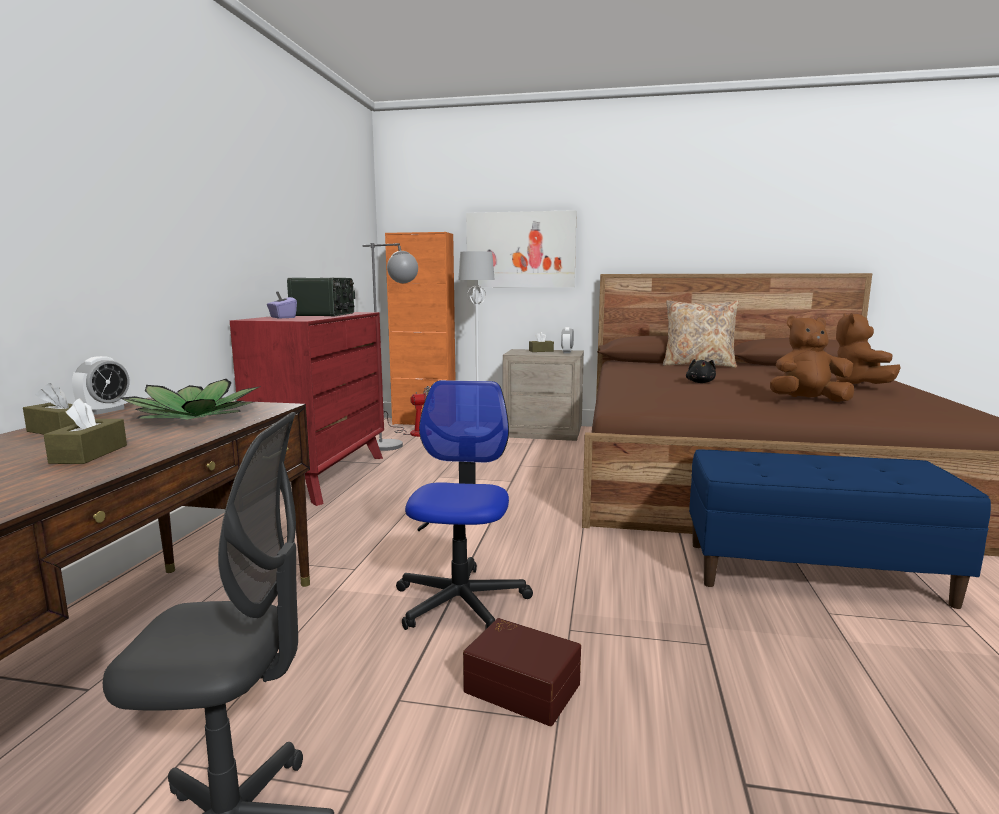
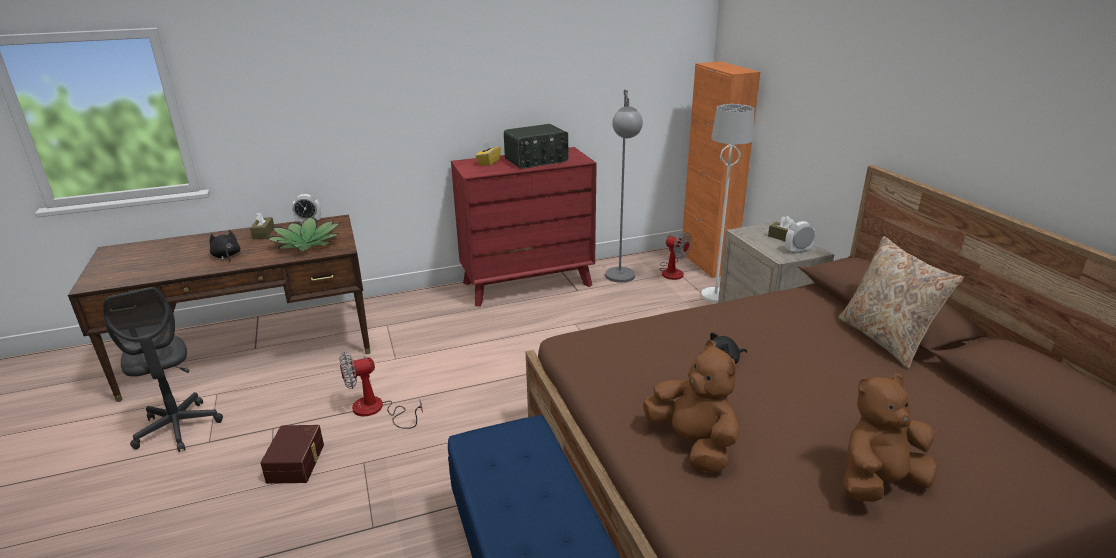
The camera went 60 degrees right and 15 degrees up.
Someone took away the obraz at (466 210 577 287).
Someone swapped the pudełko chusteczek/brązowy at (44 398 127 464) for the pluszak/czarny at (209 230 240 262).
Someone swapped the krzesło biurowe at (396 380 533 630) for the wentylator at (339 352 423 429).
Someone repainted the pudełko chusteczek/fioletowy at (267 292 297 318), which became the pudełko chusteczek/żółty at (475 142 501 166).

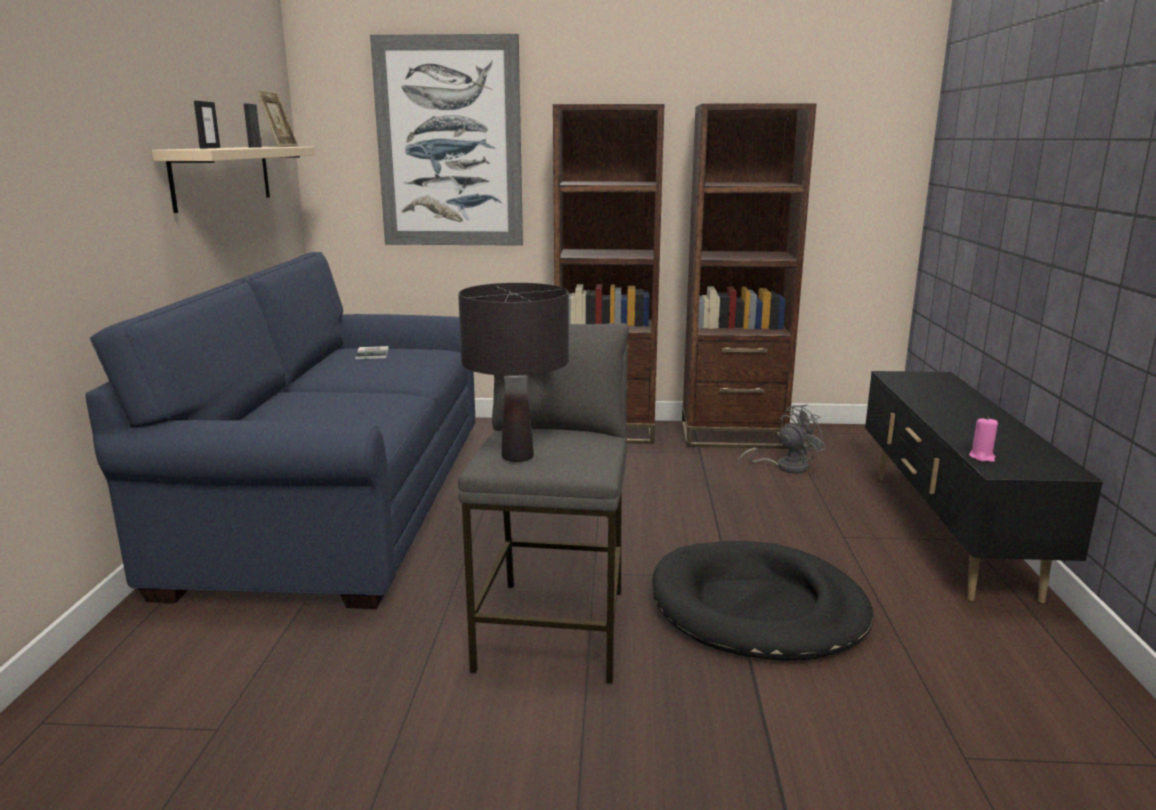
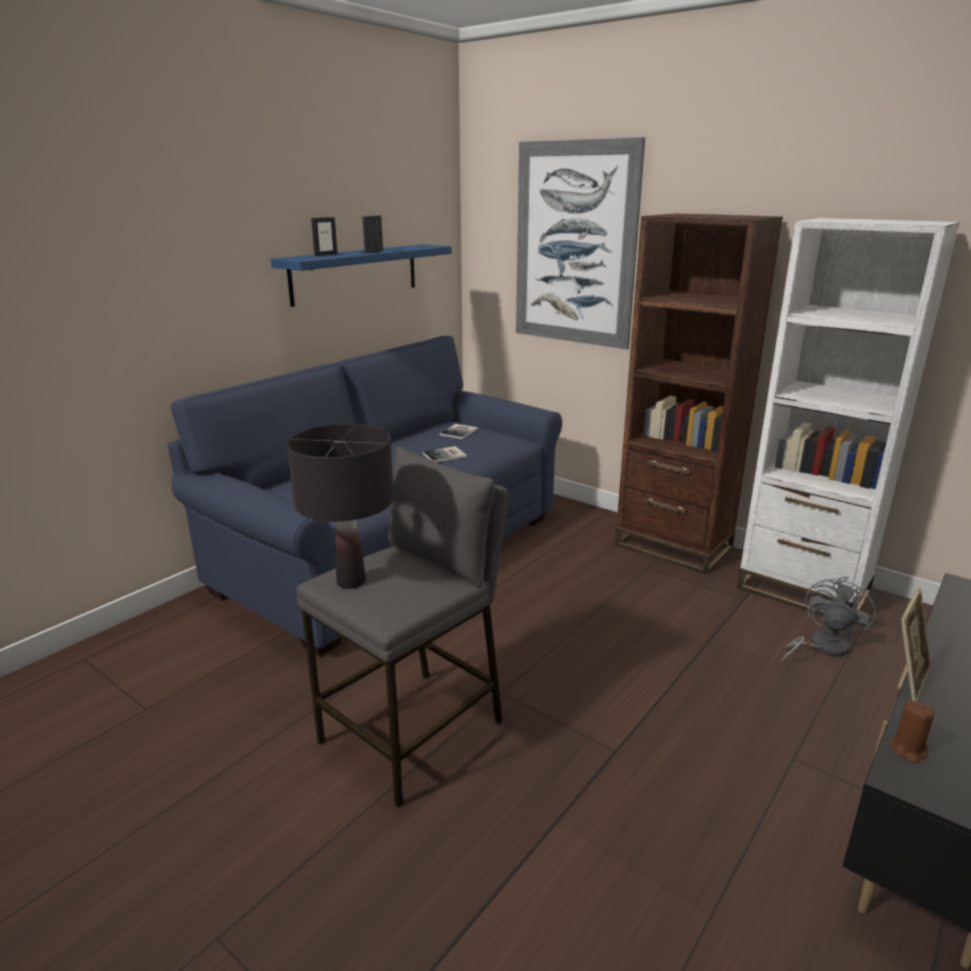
The camera went 35 degrees right and 5 degrees up.
Someone took away the legowisko/czarny at (652 541 873 661).
Someone put down the książka at (423 446 467 462).
Someone carried the ramka na zdjęcie from (256 90 298 147) to (901 588 931 701).
Someone repainted the półka/beżowy at (152 147 315 213), which became the półka/niebieski at (271 244 452 307).
Someone repainted the regał/brązowy at (682 103 817 449), which became the regał/biały at (737 218 960 616).
Someone repainted the świeca/różowy at (969 417 998 462), which became the świeca/brązowy at (890 701 934 763).
Someone rotated the wentylator/szary at (737 405 826 474) by 60 degrees counterclockwise.

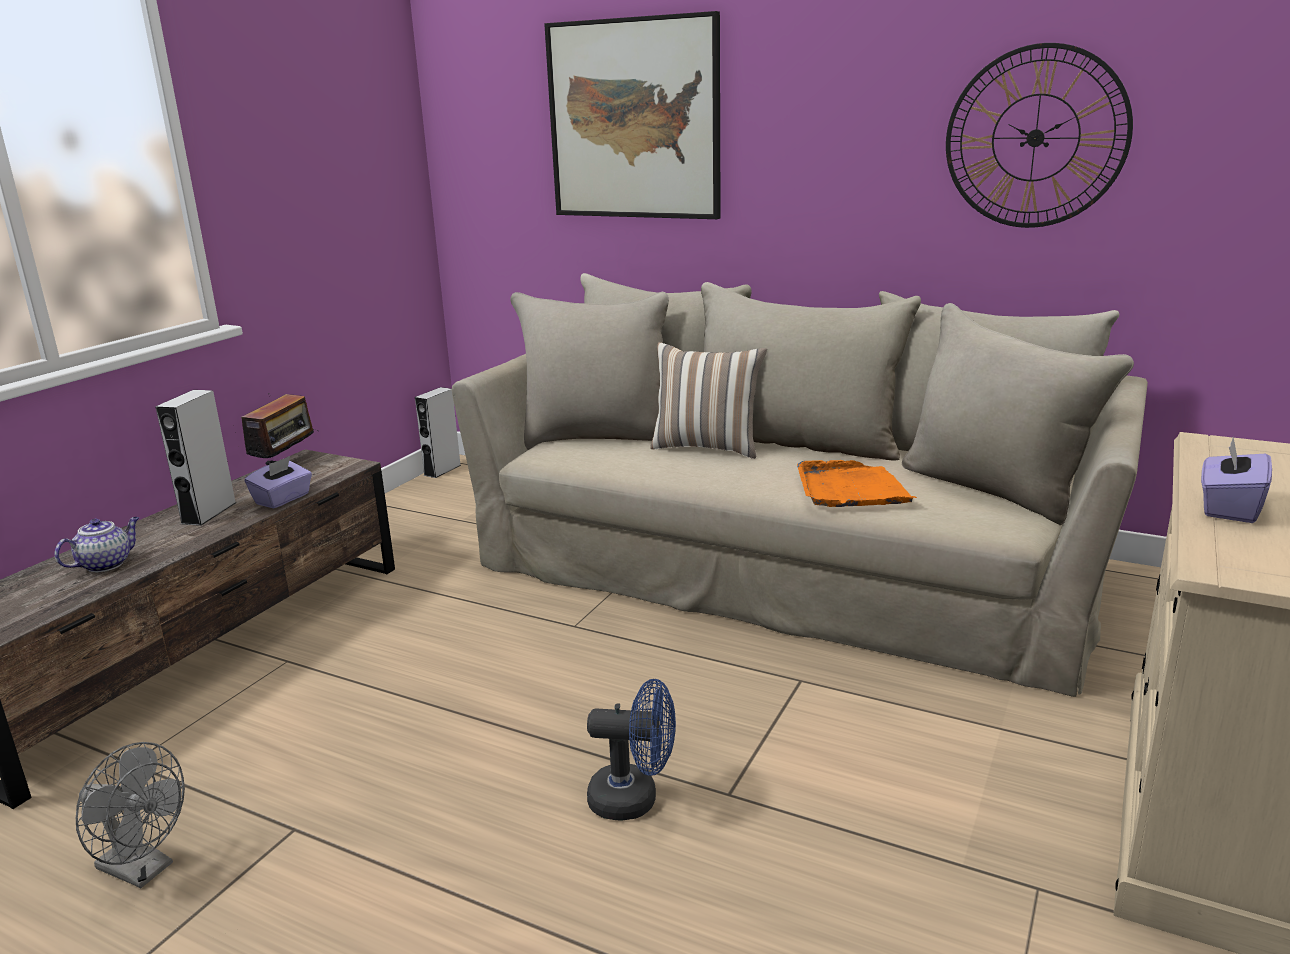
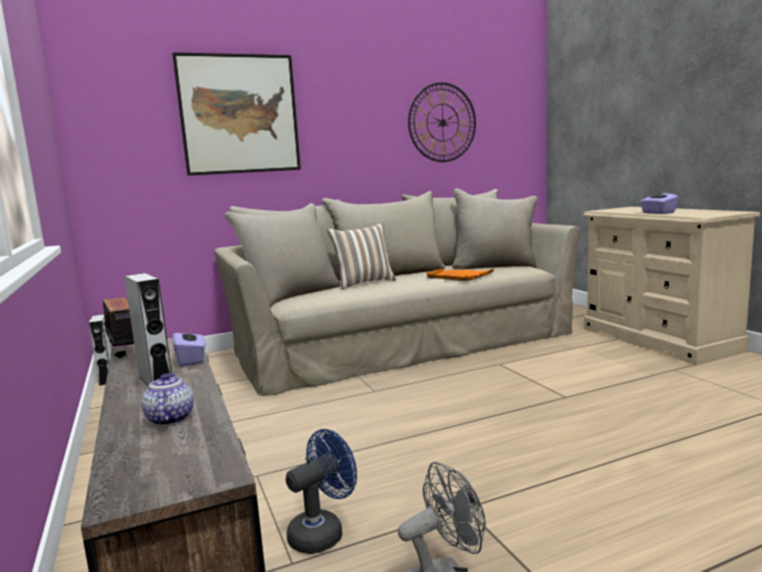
The camera went 50 degrees left and 10 degrees down.
Someone carried the wentylator/niebieski from (587 679 676 820) to (286 429 357 554).

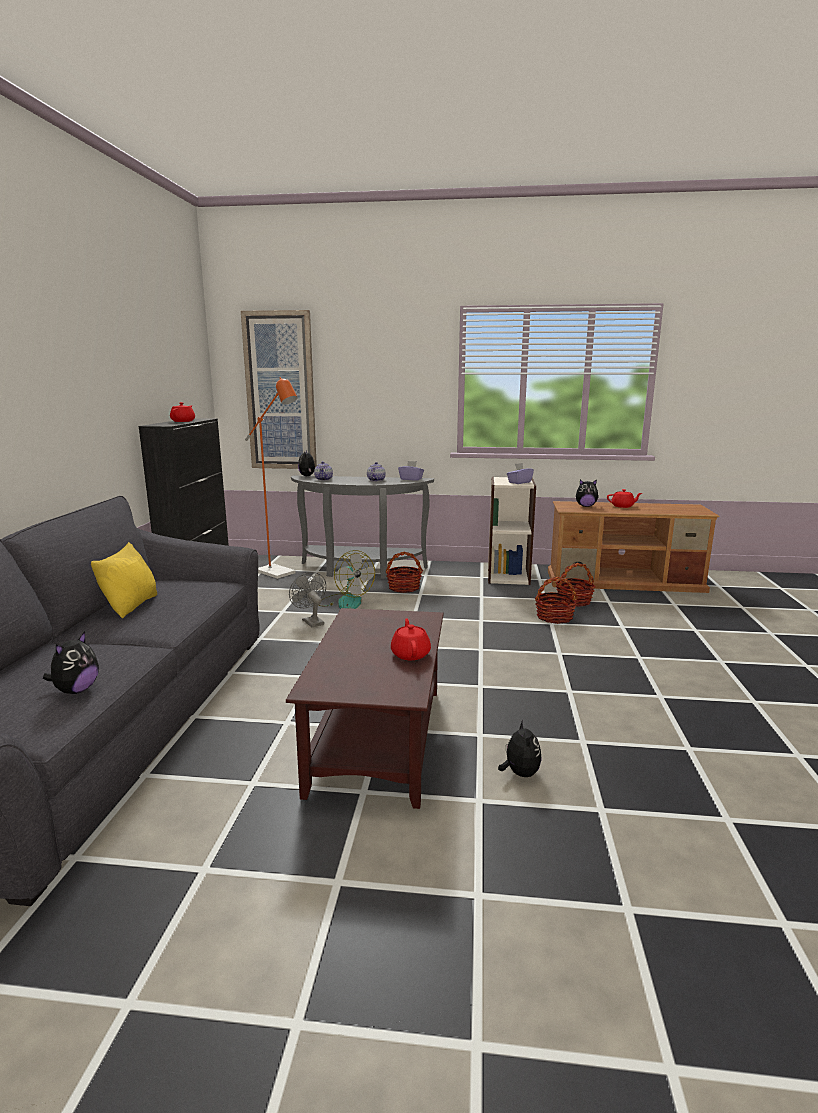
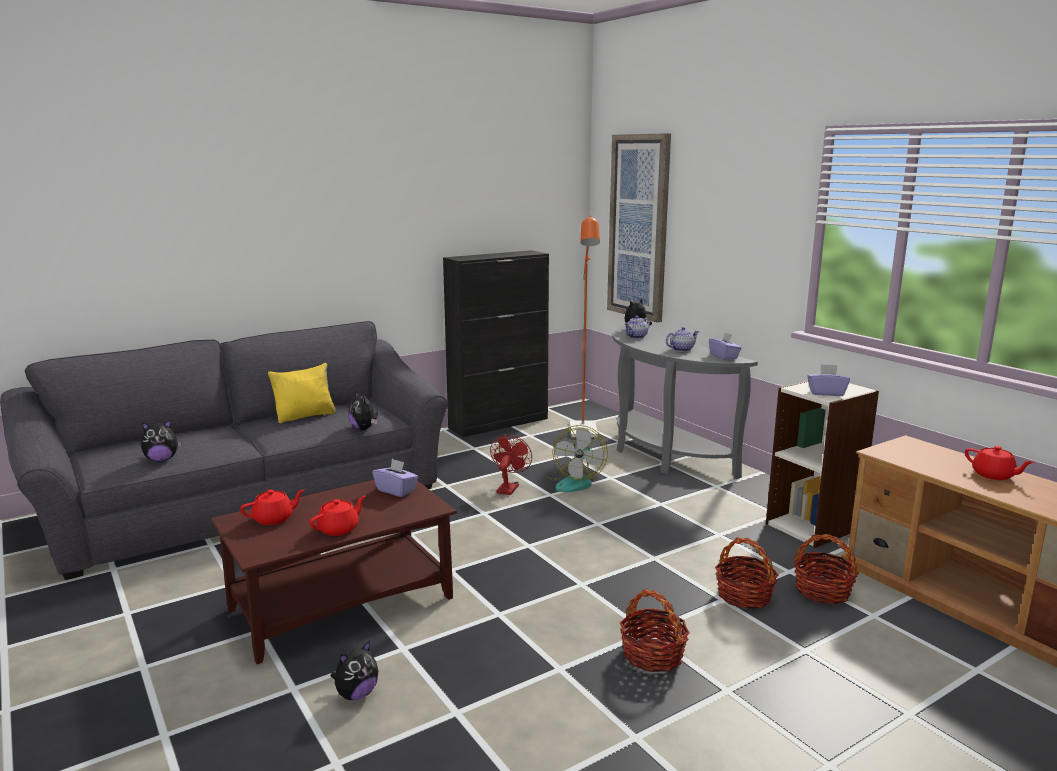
The camera went 50 degrees right and 0 degrees up.
Someone put down the pudełko chusteczek/fioletowy at (372 459 418 497).
Someone carried the imbryk/czerwony from (170 402 195 422) to (240 489 305 525).
Someone carried the koszyk from (386 552 423 593) to (620 589 690 672).
Someone carried the pluszak from (576 479 599 507) to (348 391 378 430).
Someone repainted the wentylator/szary at (289 572 326 627), which became the wentylator/czerwony at (490 434 532 495).

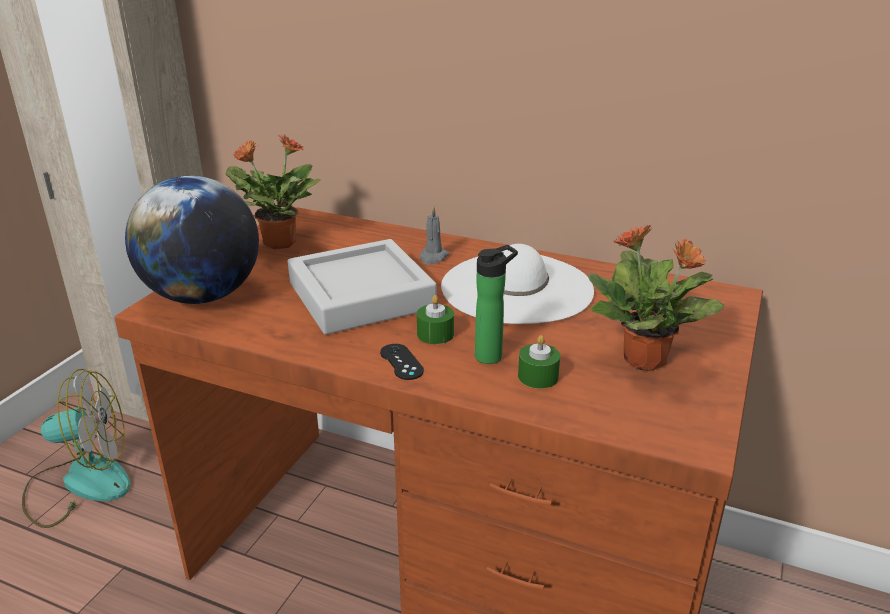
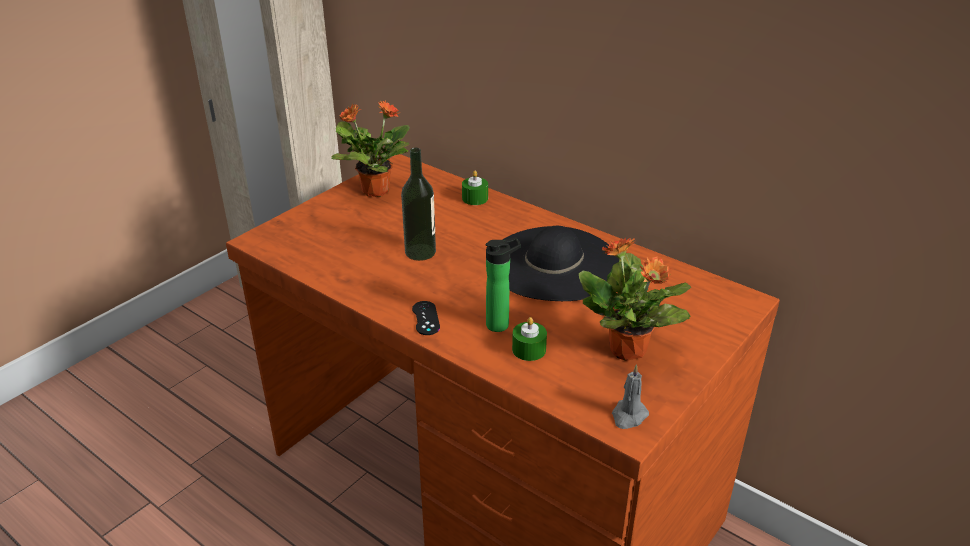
The camera went 15 degrees right and 5 degrees up.
Someone took away the wentylator at (22 369 131 528).
Someone took away the globus at (125 176 259 304).
Someone carried the świeca/zielony from (417 295 454 344) to (462 171 488 205).
Someone carried the świeca/szary from (419 205 449 265) to (612 364 649 429).
Someone swapped the taca/szary at (288 239 437 335) for the butelka at (401 148 436 261).
Someone repainted the kapelusz/biały at (441 244 594 324), which became the kapelusz/czarny at (503 226 619 301).

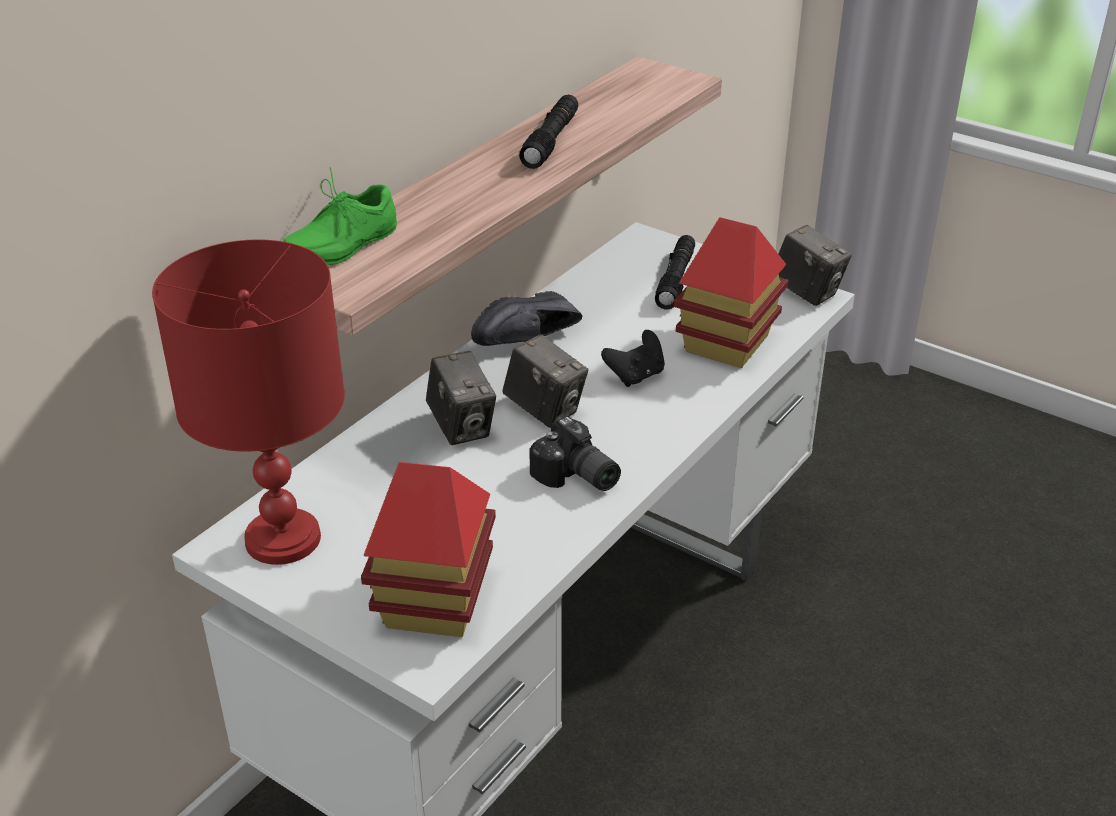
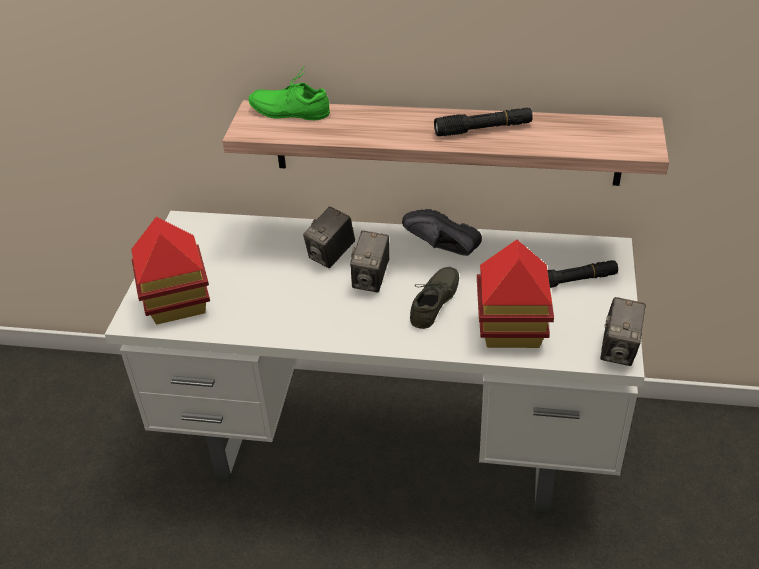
The camera went 65 degrees right and 5 degrees up.
Someone took away the lampa stołowa/czerwony at (152 239 345 565).
Someone took away the aparat fotograficzny at (529 416 621 491).
Someone swapped the pad do gier/czarny at (601 330 665 387) for the but/szary at (410 267 459 329).

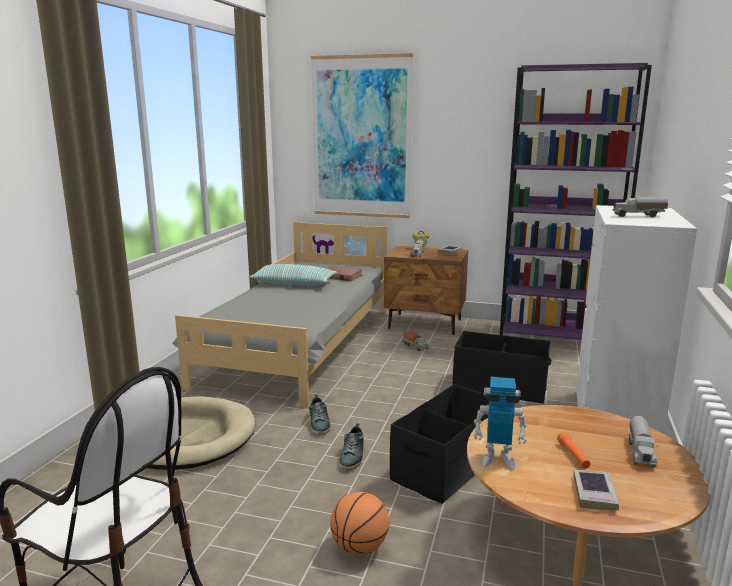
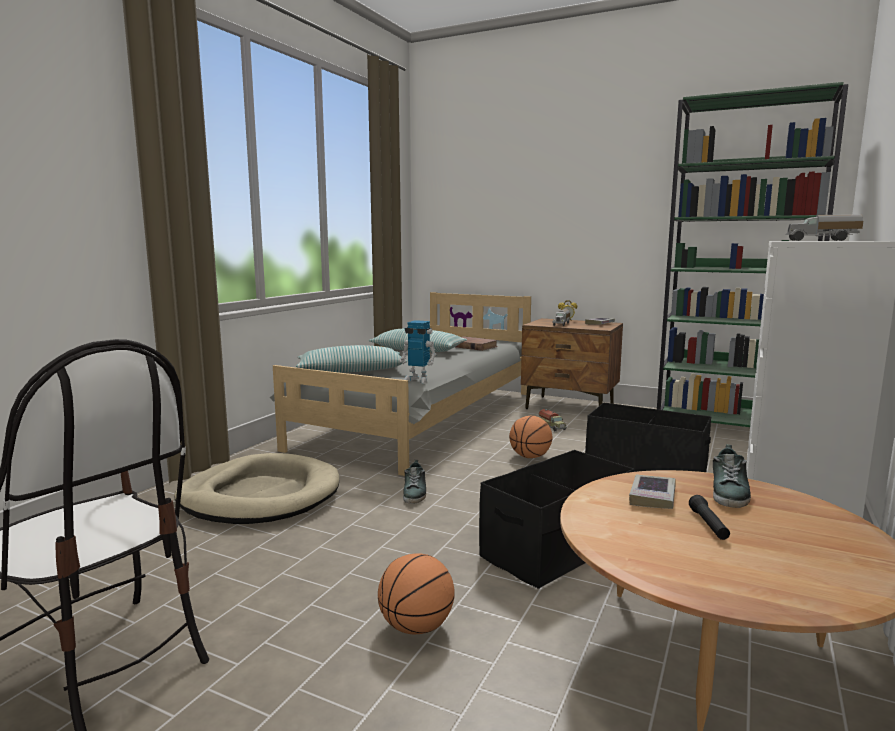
The camera went 10 degrees right and 5 degrees down.
Someone took away the obraz at (311 53 413 218).
Someone took away the ciężarówka zabawkowa at (629 416 658 467).
Someone put down the poduszka at (296 345 407 372).
Someone put down the piłka do koszykówki at (509 415 553 458).
Someone carried the but from (339 423 364 471) to (713 444 751 508).
Someone carried the robot zabawkowy from (474 377 527 470) to (399 320 436 384).
Someone carried the książka from (574 469 619 510) to (629 475 676 509).
Someone repainted the regał/fioletowy at (500 63 652 340), which became the regał/zielony at (657 82 848 427).
Someone repainted the latarka/pomarańczowy at (557 432 591 469), which became the latarka/czarny at (689 495 730 540).

